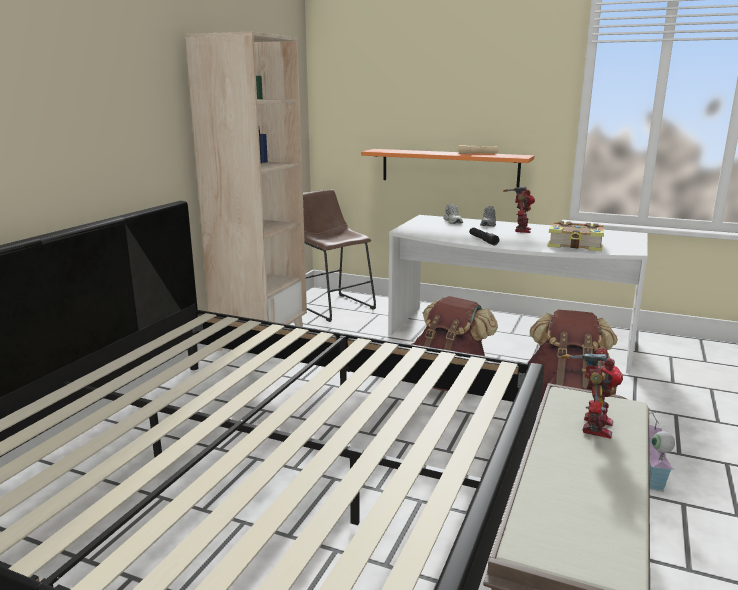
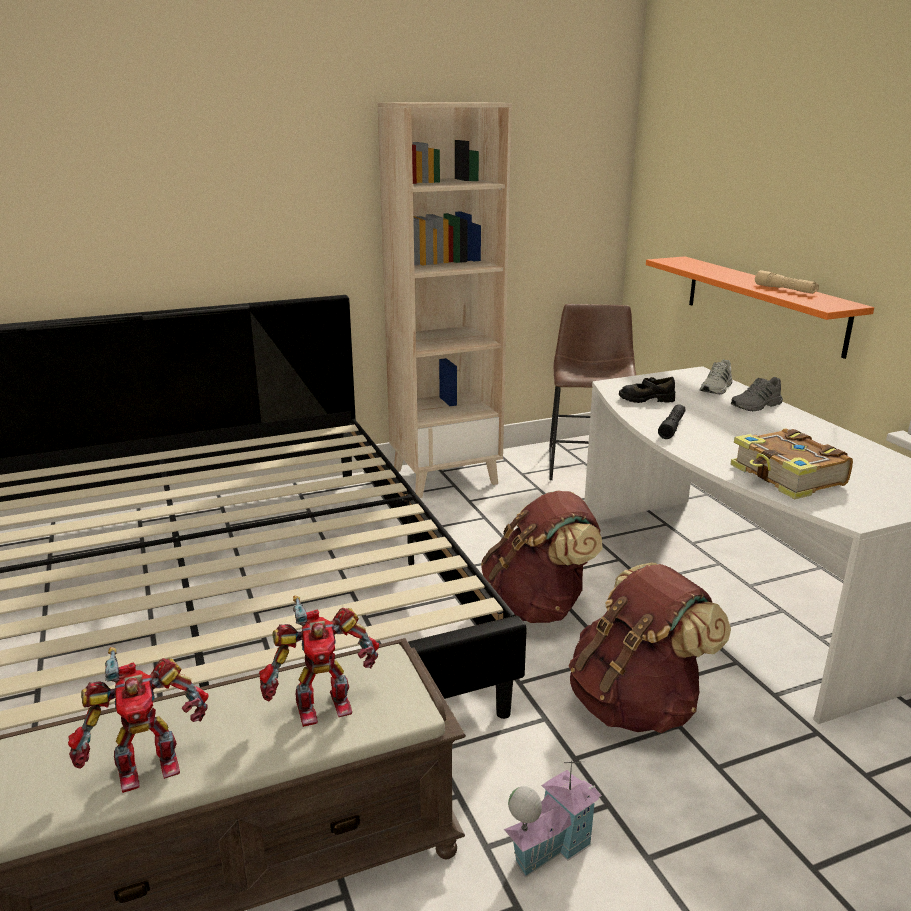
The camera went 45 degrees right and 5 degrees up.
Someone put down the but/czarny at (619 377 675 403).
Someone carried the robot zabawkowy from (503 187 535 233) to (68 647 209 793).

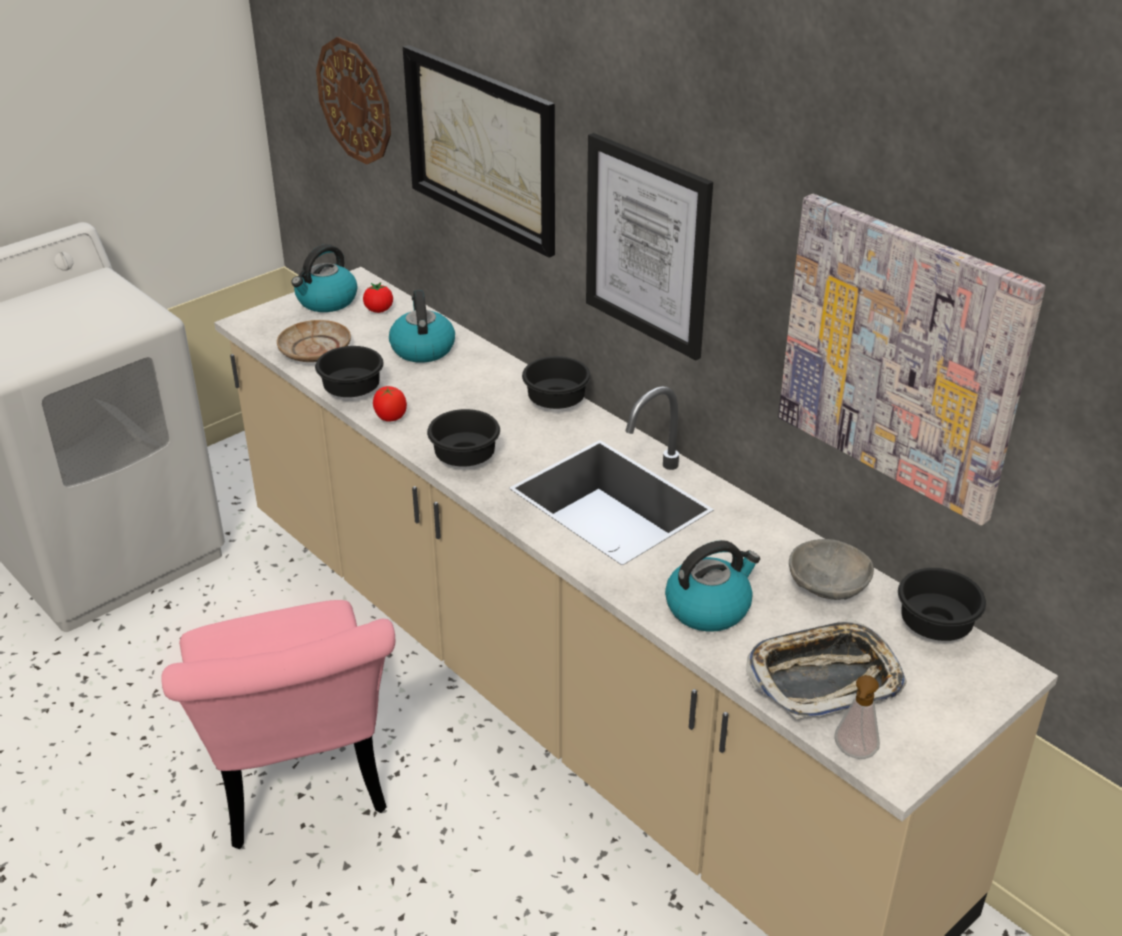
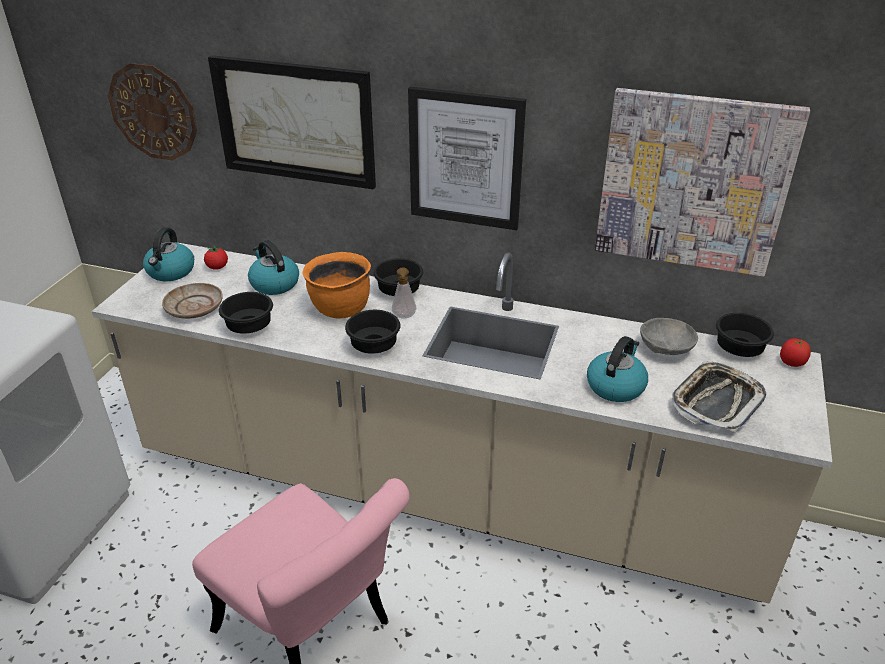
The camera went 30 degrees left and 0 degrees up.
Someone put down the garnek/pomarańczowy at (302 252 371 318).
Someone carried the pomidor from (373 386 407 422) to (780 338 811 367).
Someone carried the dozownik mydła from (834 675 880 759) to (392 267 416 318).

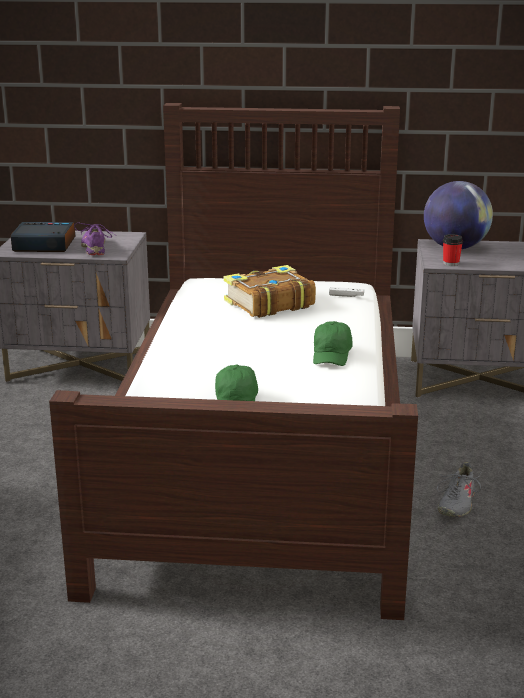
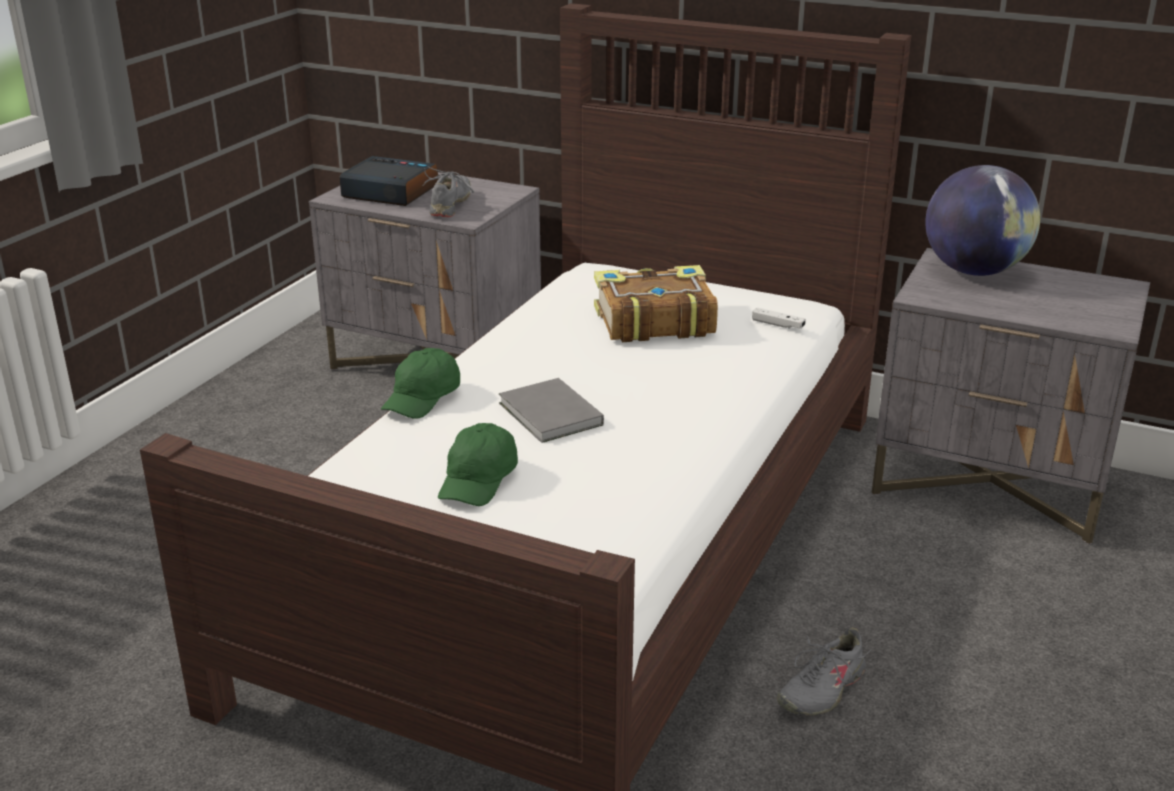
The camera went 20 degrees right and 5 degrees up.
Someone took away the filiżanka at (443 234 463 266).
Someone put down the książka/szary at (499 378 604 443).
Someone carried the czapka z daszkiem/zielony from (313 321 353 366) to (381 348 460 419).
Someone repainted the but/fioletowy at (74 222 114 255), which became the but/szary at (422 166 474 217).

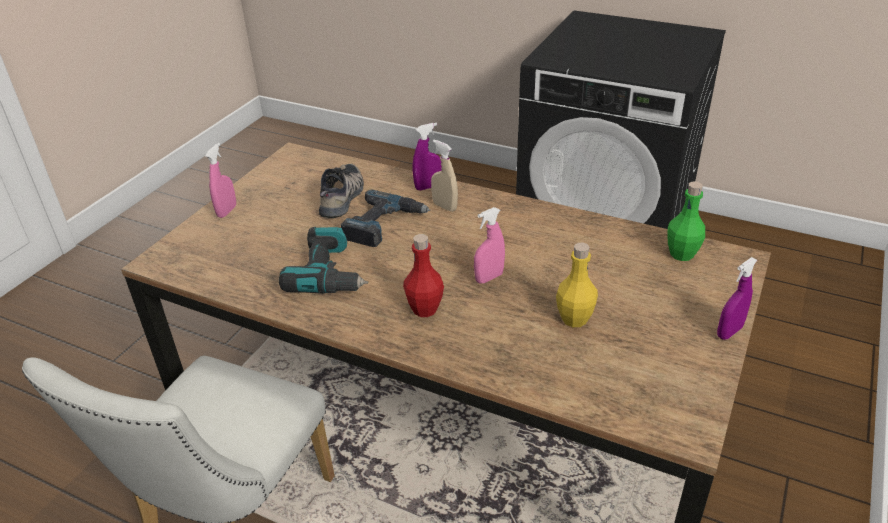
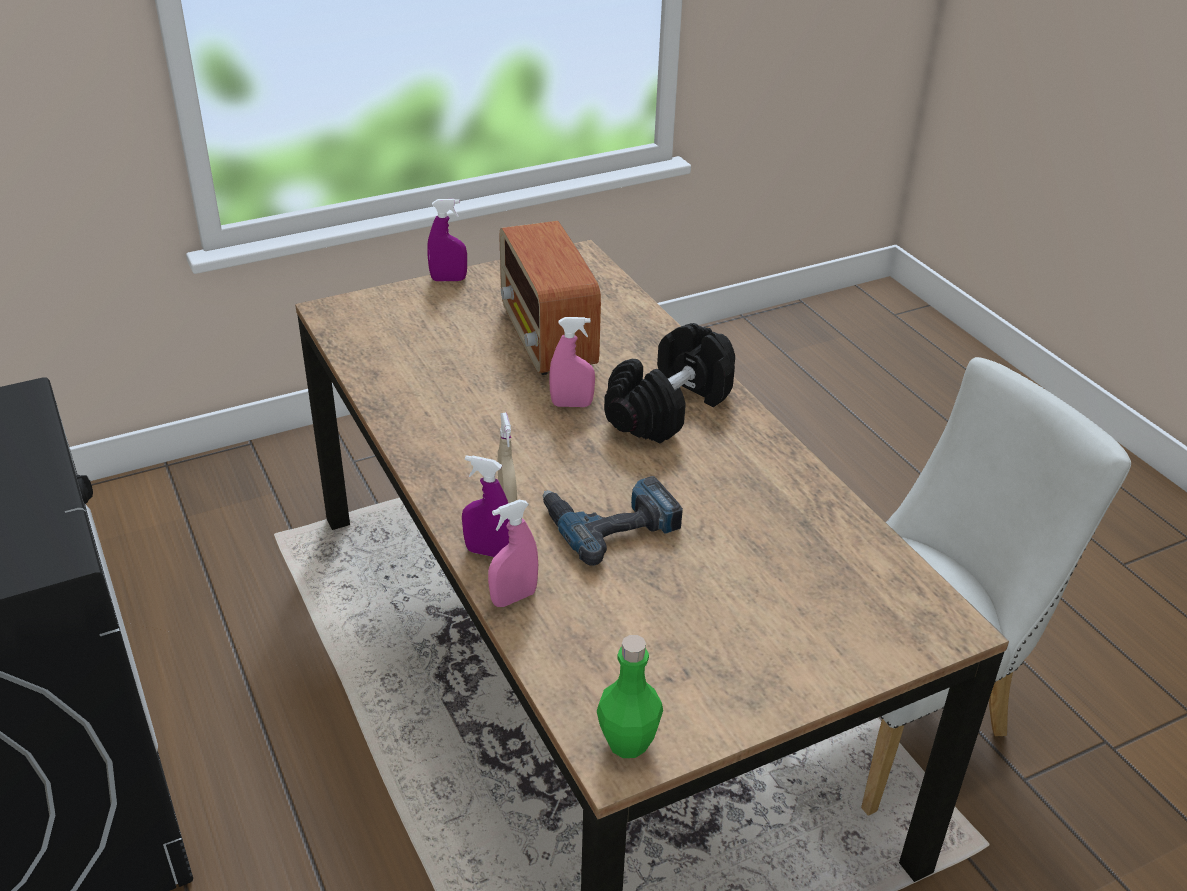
The camera went 145 degrees left and 0 degrees up.
Someone took away the wiertarka at (279 227 368 294).
Someone took away the but at (319 164 364 218).
Someone carried the spryskiwacz/różowy from (205 143 236 218) to (488 500 538 607).
Someone carried the butelka/zielony from (667 181 705 261) to (597 635 663 758).
Someone swapped the butelka/czerwony at (403 234 444 317) for the hantel/czarny at (604 323 735 444).
Someone swapped the butelka/żółty at (556 243 598 327) for the radio at (500 221 601 375).

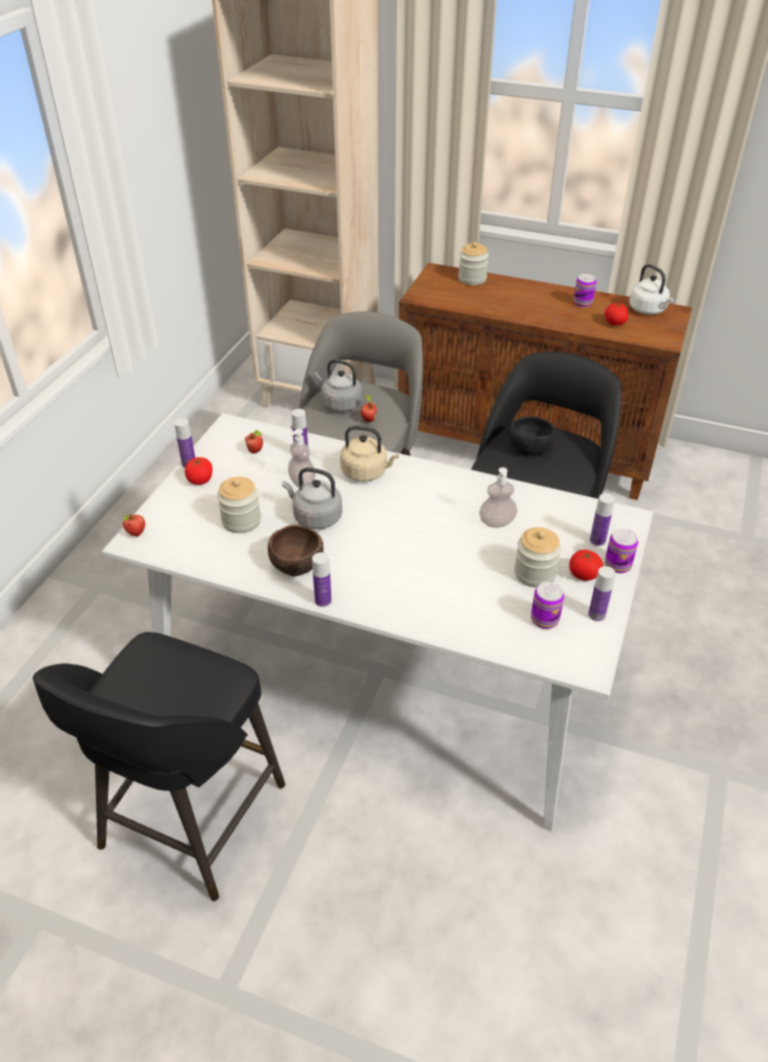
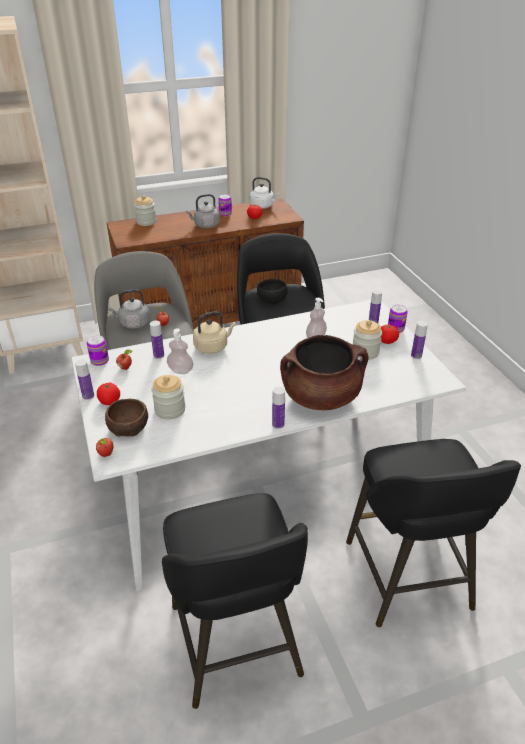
The camera went 40 degrees left and 5 degrees down.
Someone put down the garnek/brązowy at (280 335 368 410).
Someone put down the stołek/czarny at (346 439 521 627).
Someone carried the miska/brązowy from (268 525 324 576) to (105 399 148 437).
Someone carried the czajnik/szary from (282 467 342 529) to (186 194 220 228).
Someone carried the puszka from (531 582 564 629) to (87 335 109 366).

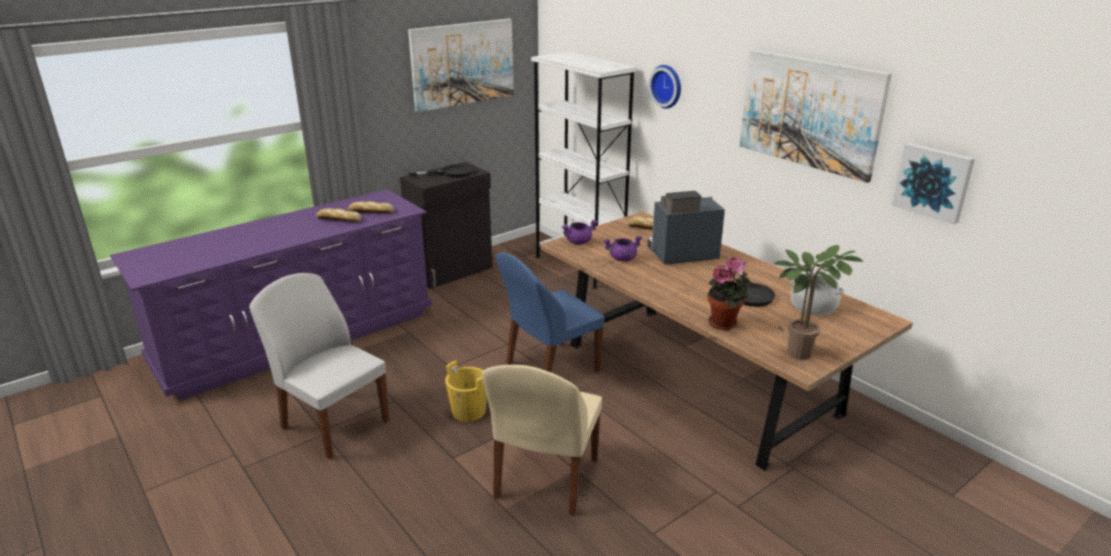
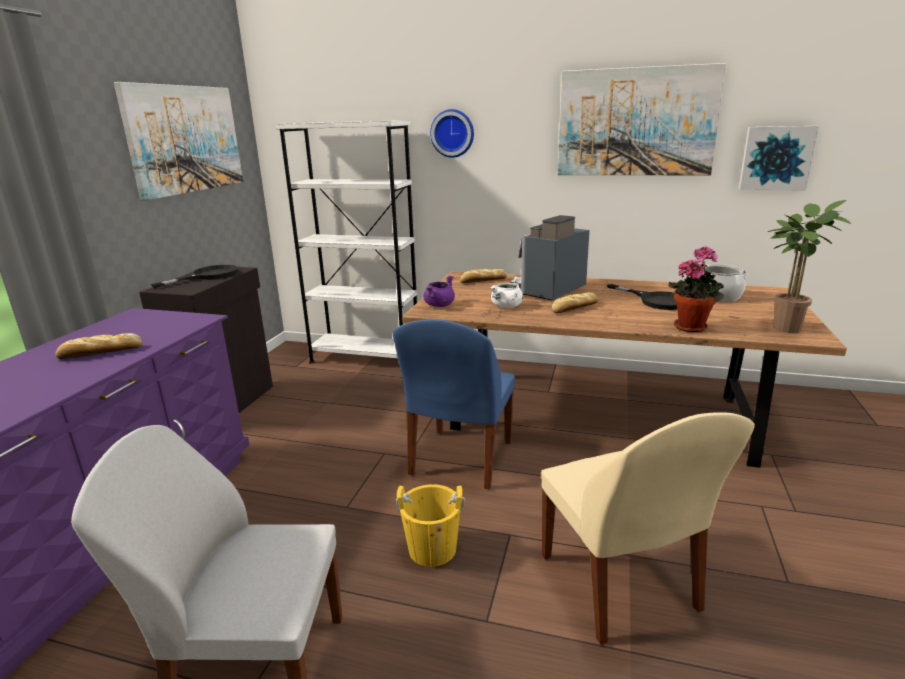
The camera went 35 degrees left and 5 degrees down.
Someone carried the chleb from (348 202 394 213) to (552 292 598 313).
Someone repainted the garnek/fioletowy at (603 236 642 261), which became the garnek/biały at (490 277 523 308).

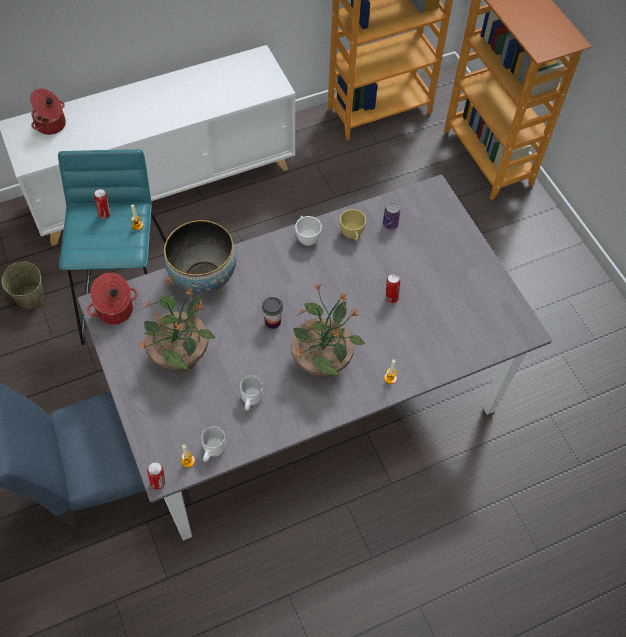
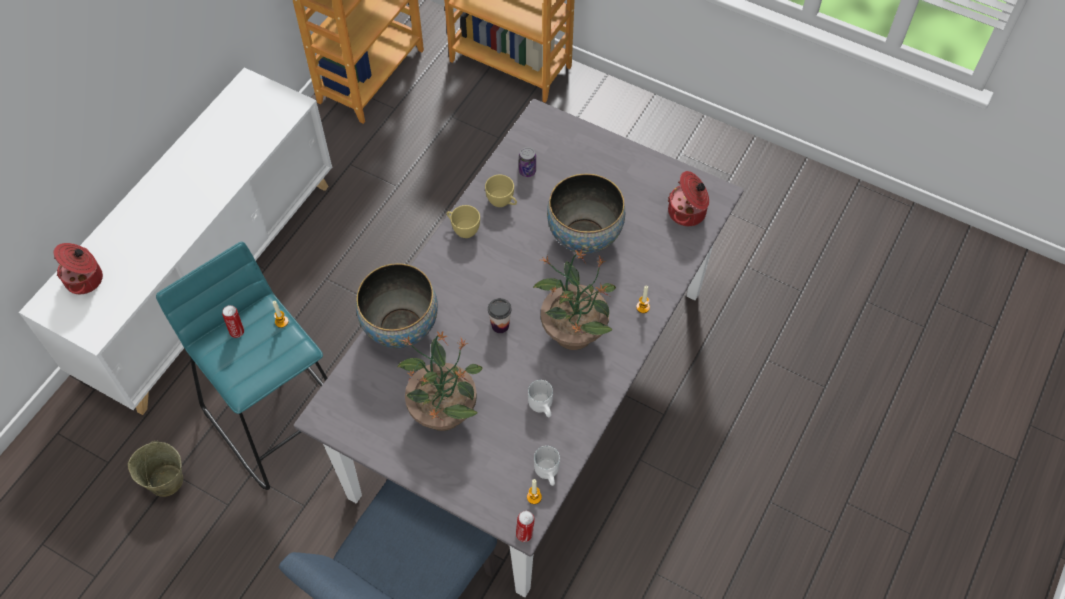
The camera went 35 degrees left and 0 degrees up.
Someone carried the garnek from (87 273 138 325) to (668 171 709 226).
Someone swapped the puszka at (386 273 400 303) for the miska at (547 174 625 254).
Someone repainted the filiżanka/biały at (295 216 322 246), which became the filiżanka/żółty at (447 205 480 238).

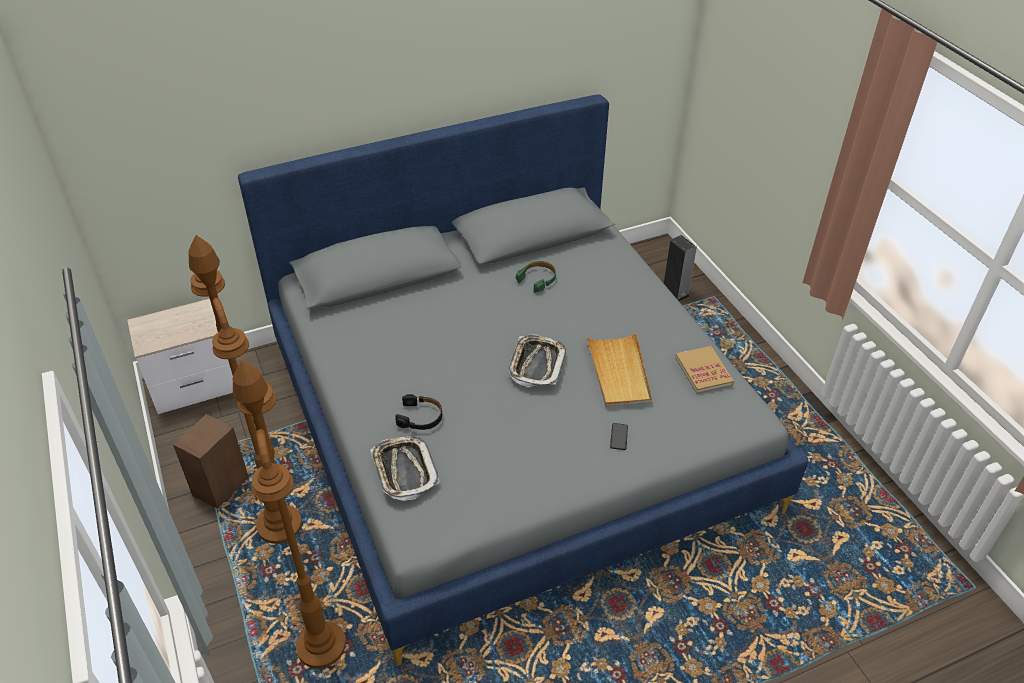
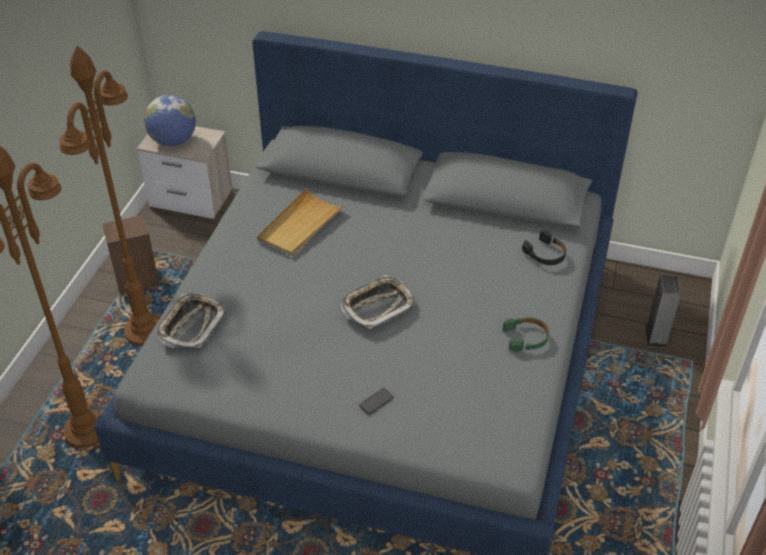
The camera went 40 degrees right and 0 degrees up.
Someone took away the książka at (675 346 734 394).
Someone put down the globus at (144 95 196 146).
Someone carried the słuchawki/czarny from (395 394 442 430) to (522 231 566 265).
Someone carried the słuchawki/zielony from (516 261 556 293) to (503 317 549 352).
Someone carried the taca/beżowy from (586 332 652 407) to (257 188 345 257).

